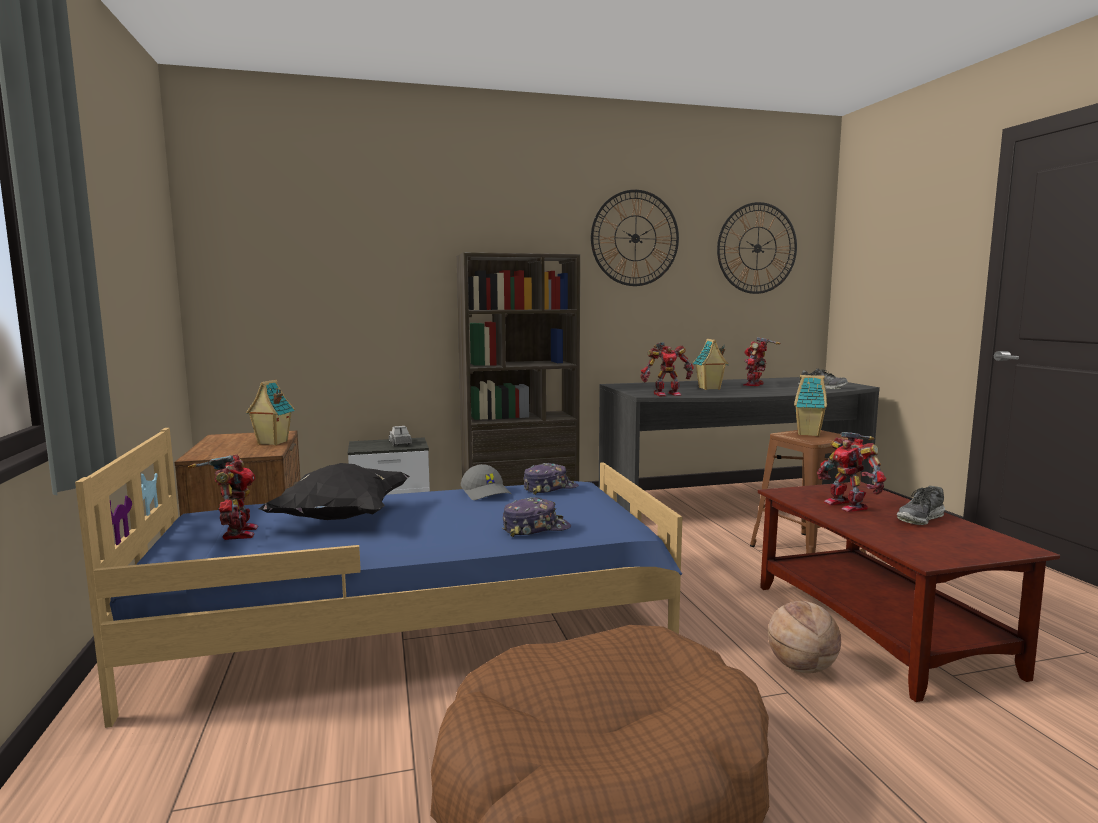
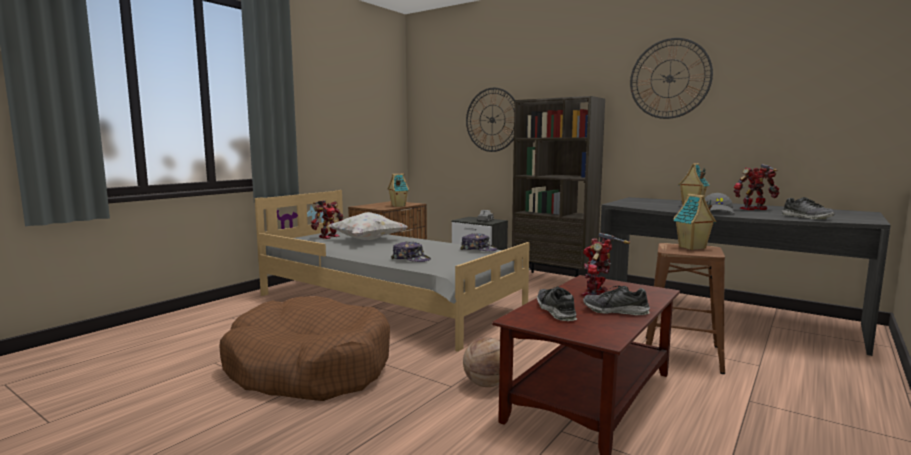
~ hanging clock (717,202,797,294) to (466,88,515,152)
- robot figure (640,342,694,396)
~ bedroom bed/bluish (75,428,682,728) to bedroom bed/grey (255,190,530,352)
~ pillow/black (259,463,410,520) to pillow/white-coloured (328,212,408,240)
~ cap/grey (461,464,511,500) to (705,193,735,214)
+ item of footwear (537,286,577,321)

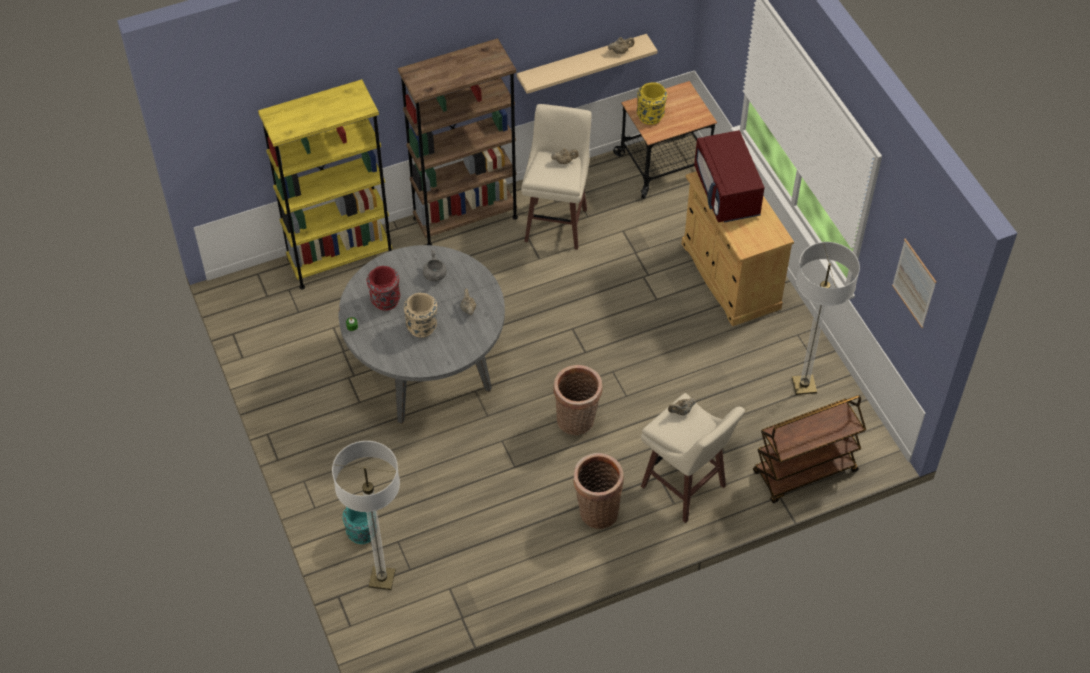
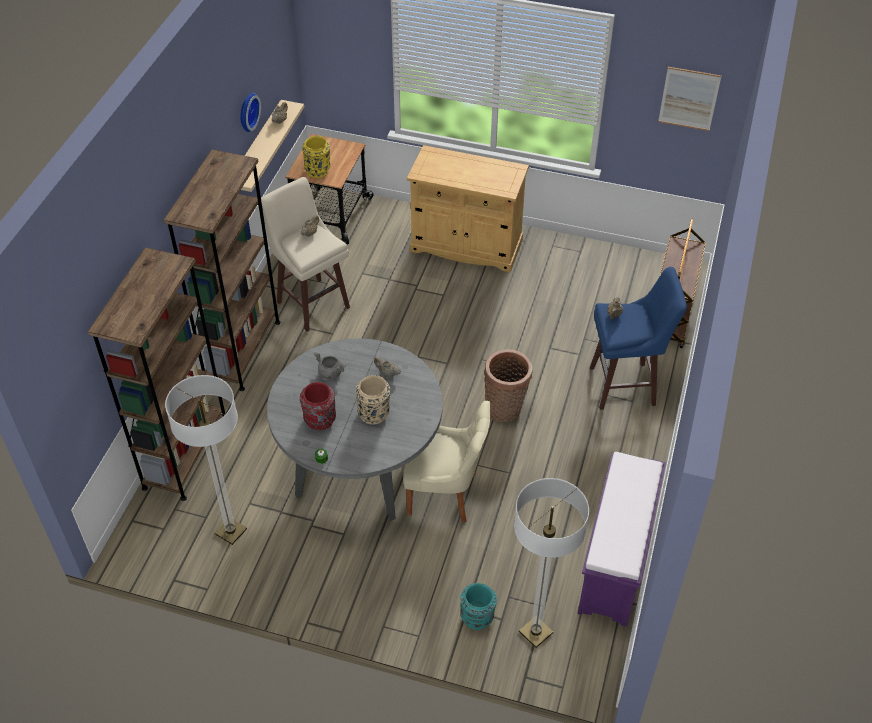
~ bookshelf/yellowish (258,79,393,290) to bookshelf/brown-coloured (88,247,225,501)
- kitchen microwave/red (694,130,765,223)
~ standing lamp (792,242,860,395) to (165,375,247,545)
~ stool/sand-coloured (641,393,745,523) to stool/bluish (590,267,687,410)
- basket (573,453,624,529)
+ hanging clock (241,93,261,132)
+ plain chair/sand-coloured (403,401,490,523)
+ indoor bench/purple (578,452,666,627)

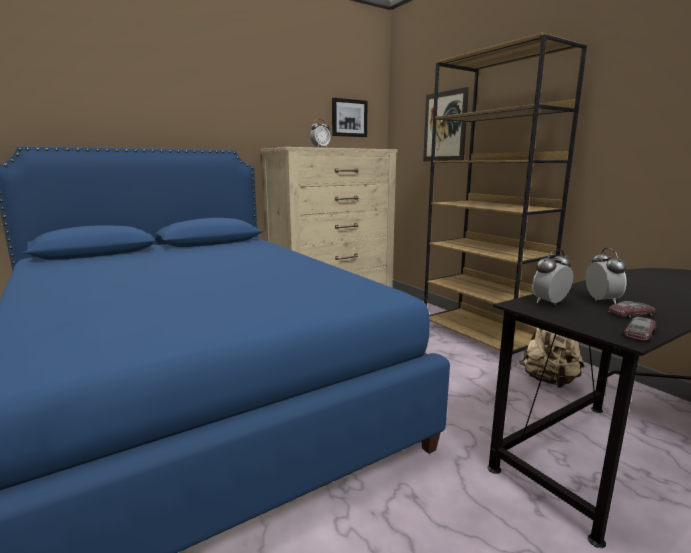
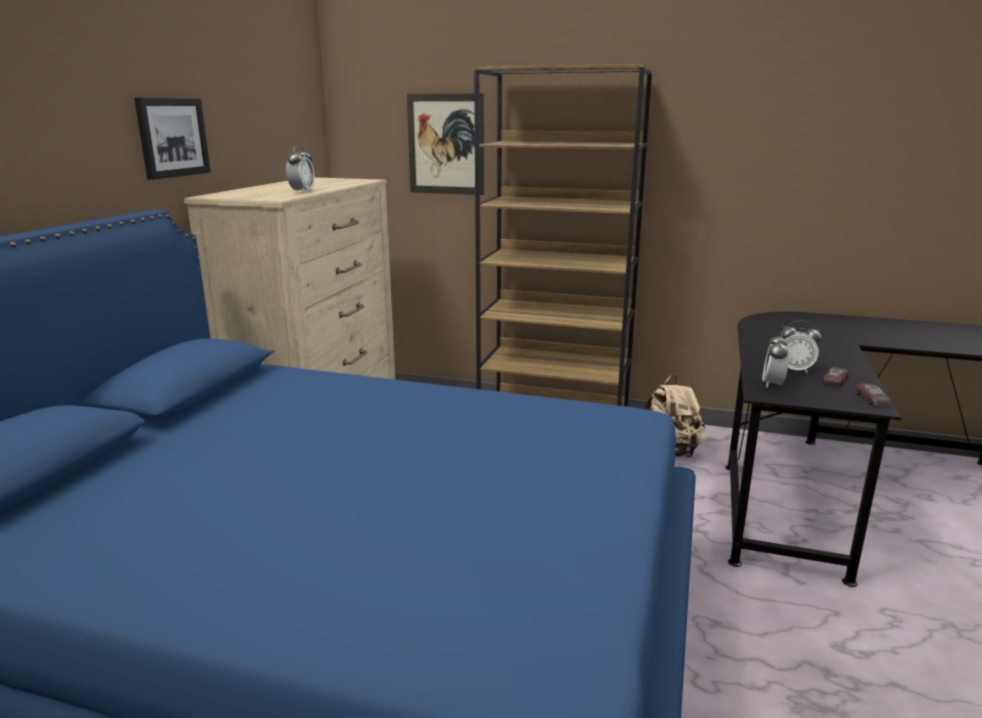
~ picture (332,98,368,137) to (134,98,211,180)
~ bedside clock (586,248,627,304) = (780,321,822,373) 150 degrees clockwise

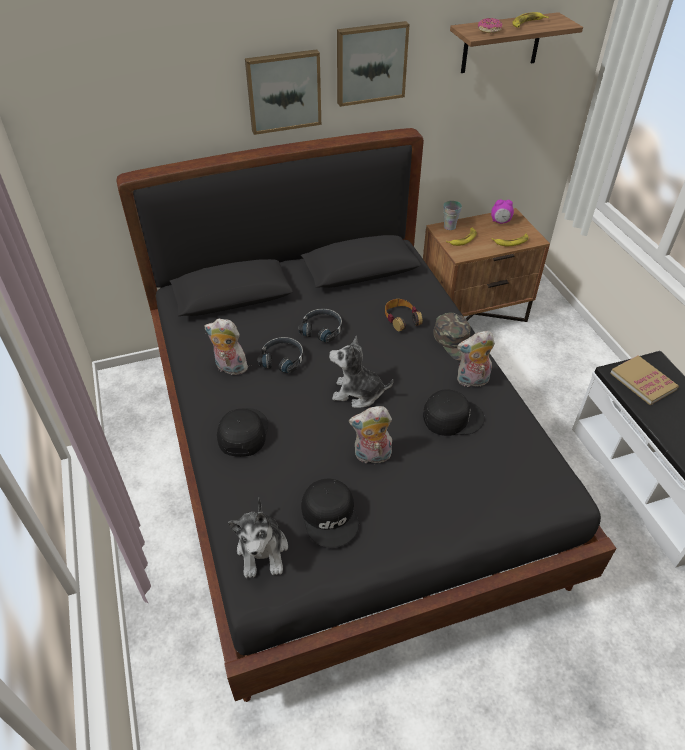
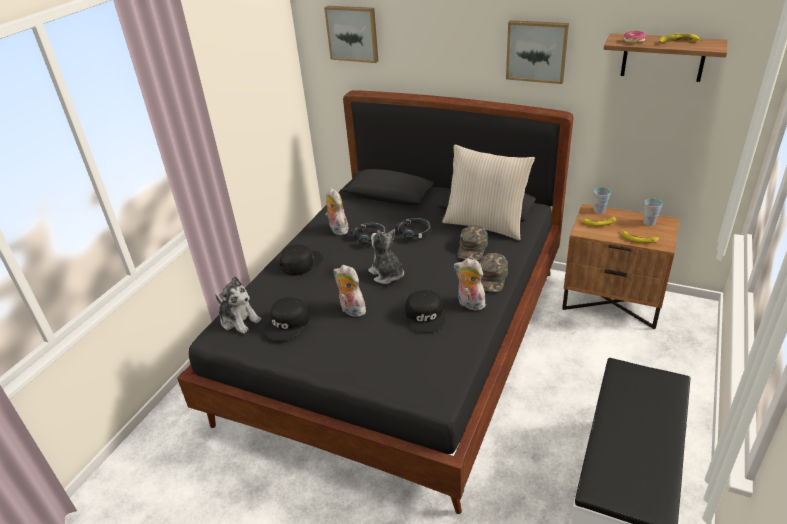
~ picture (245,49,321,135) to (324,6,378,63)
~ bedside clock (491,200,514,224) to small cup (643,198,663,226)
~ headphones (385,299,423,331) to cap/green-coloured (457,225,488,260)
- book (610,355,679,405)
~ cap/black (423,389,485,436) = (405,290,446,333) 45 degrees clockwise
~ cuddly toy (228,497,288,578) = (215,276,261,334) 90 degrees counterclockwise
+ pillow/sand-coloured (442,144,535,240)

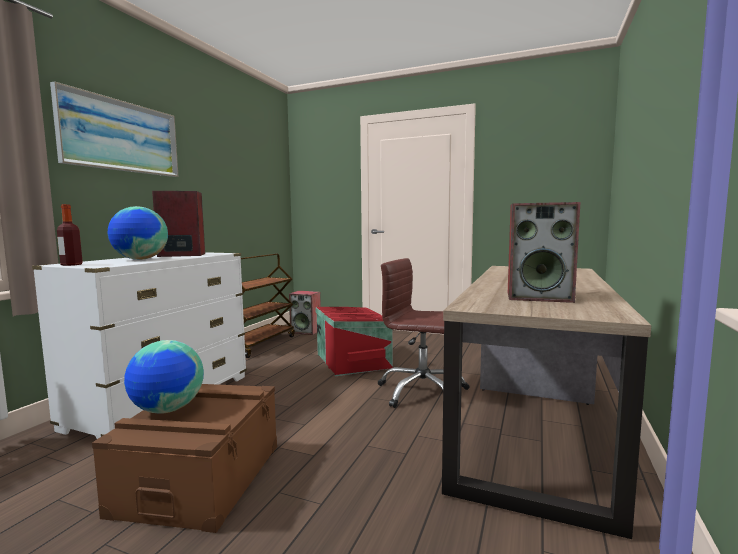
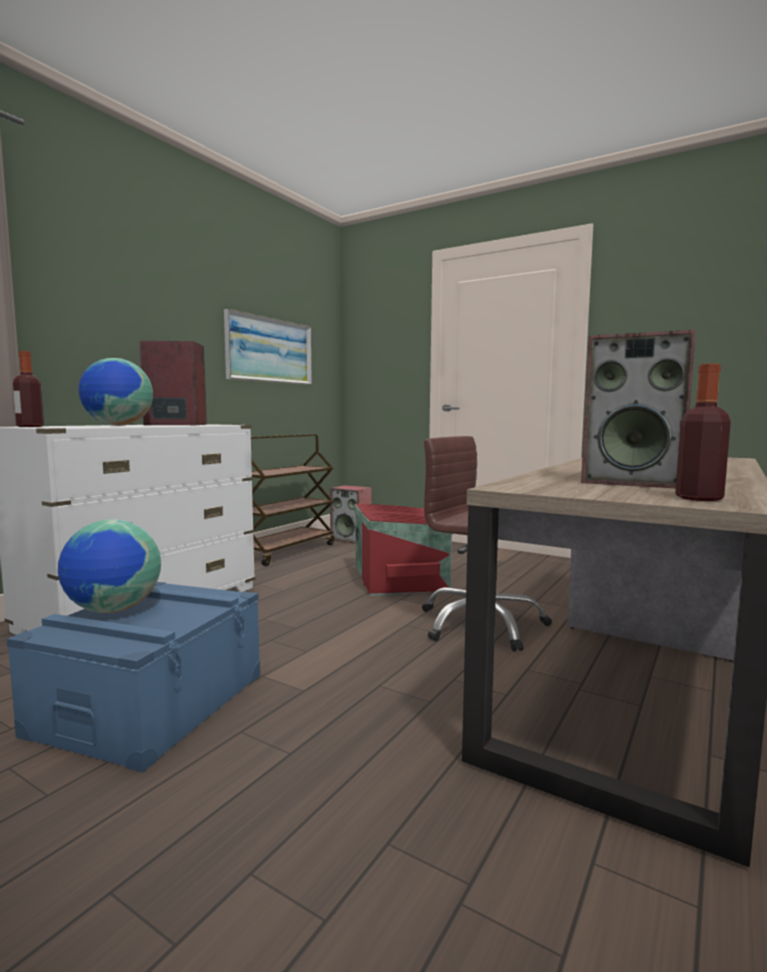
~ picture (50,81,179,177) to (224,309,312,385)
~ storage bin/brown-coloured (92,384,277,533) to storage bin/bluish (6,582,260,772)
+ bottle (675,363,731,501)

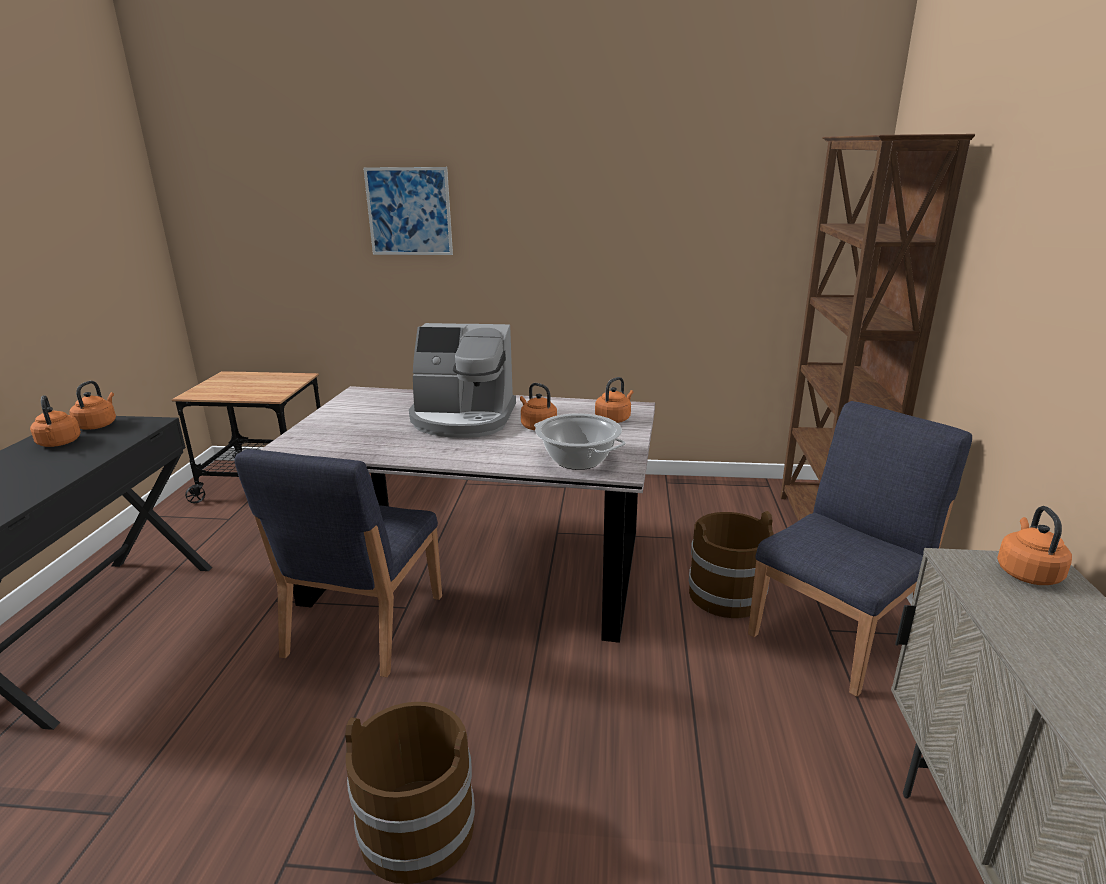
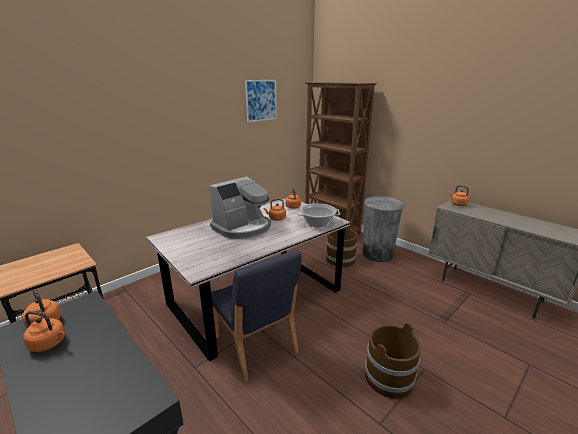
~ picture (363,167,453,255) to (245,80,277,122)
~ plain chair/bluish (748,401,972,697) to waste bin/grey (363,196,404,262)

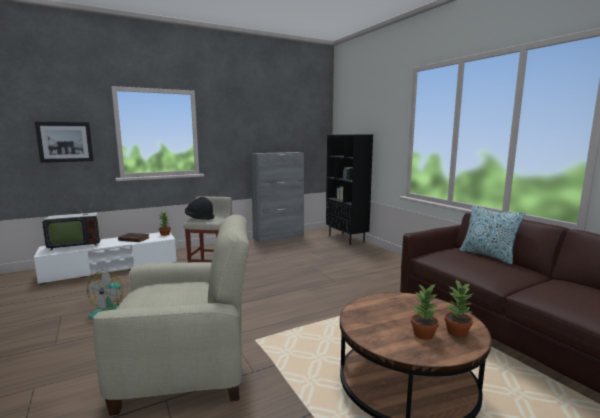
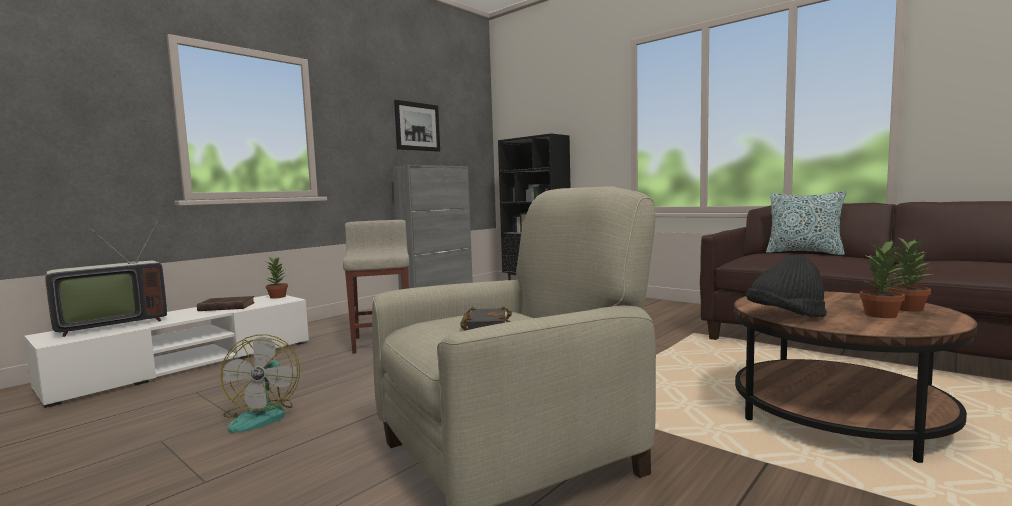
~ picture (35,122,93,163) to (394,100,440,152)
~ clothing hat/black (185,197,214,220) to (746,254,827,317)
+ book/black (460,306,512,331)

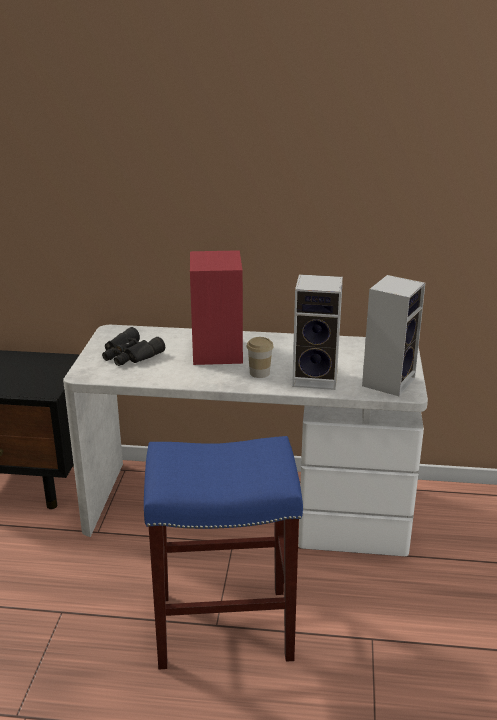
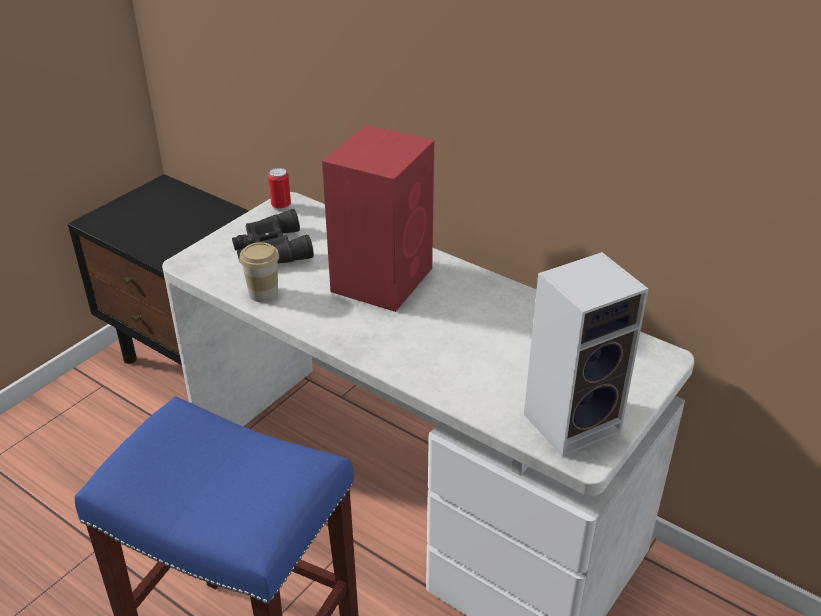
- speaker (292,274,343,390)
~ small cup (247,337,274,378) to (239,242,279,302)
+ can (268,168,291,211)

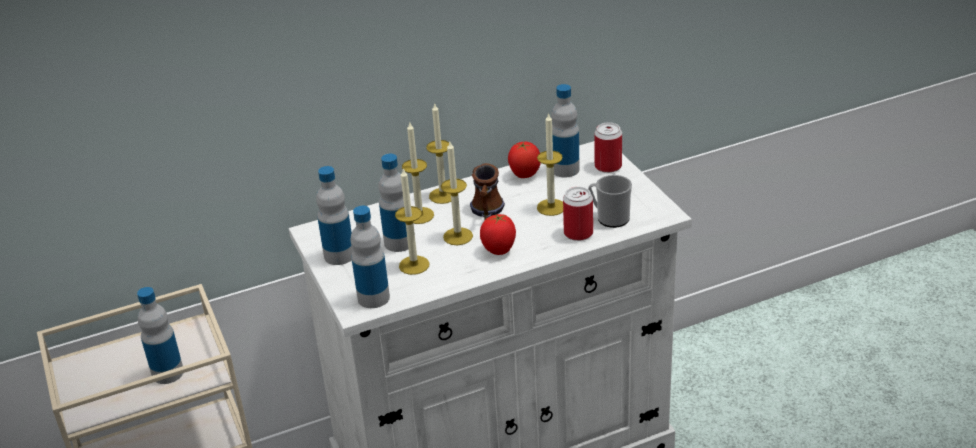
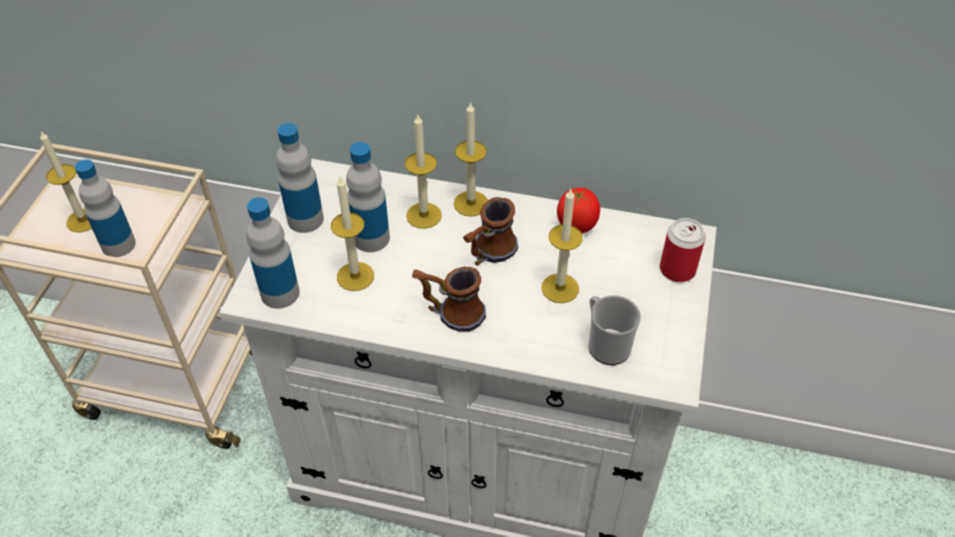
- bottle (551,84,580,177)
~ wax candle (441,142,473,245) to (40,130,92,232)
- can (563,187,593,241)
~ whole tomato (480,214,516,255) to mug (412,267,486,332)

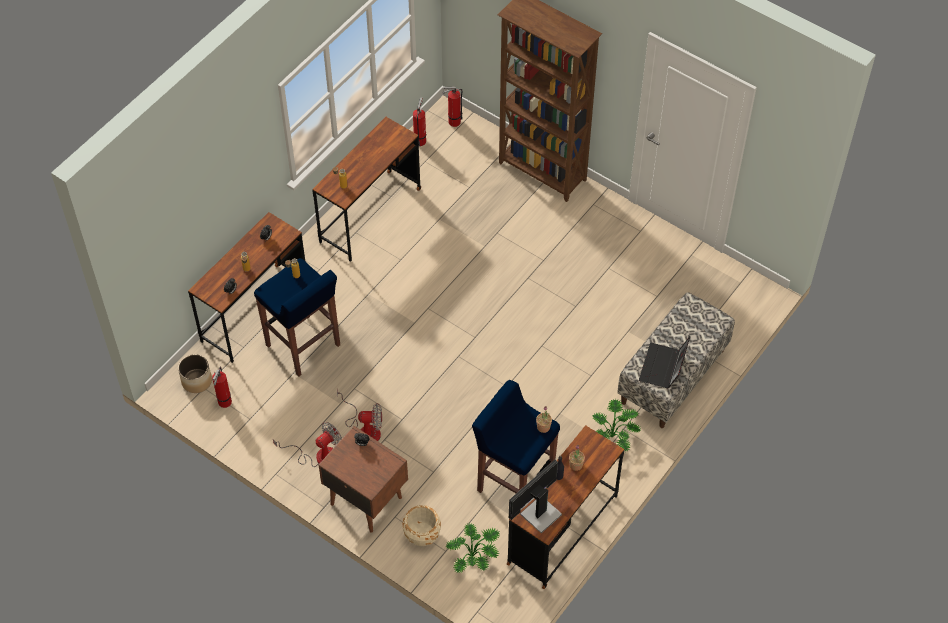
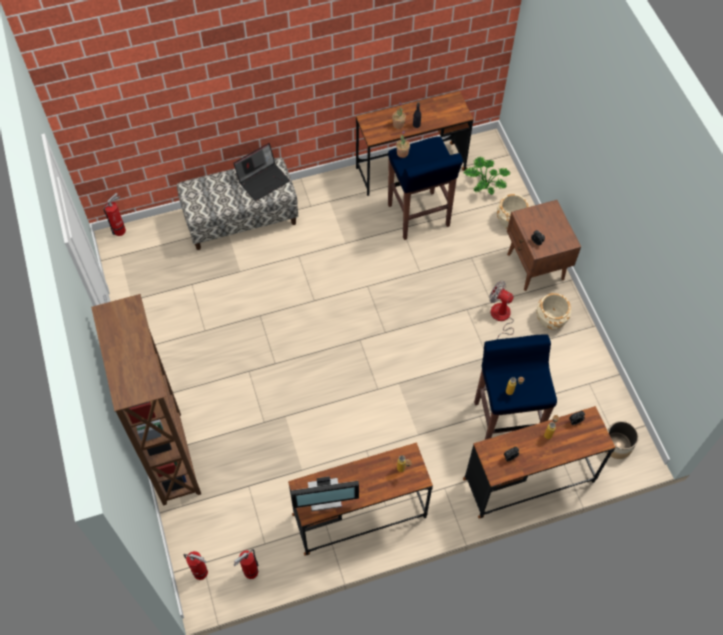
~ fire-fighting cylinder (212,367,232,408) to (103,193,126,236)
- plant in a pot (593,399,640,452)
~ fan (273,422,342,467) to plant pot/sand-coloured (536,293,572,330)
~ monitor (509,460,562,533) to (291,476,359,511)

